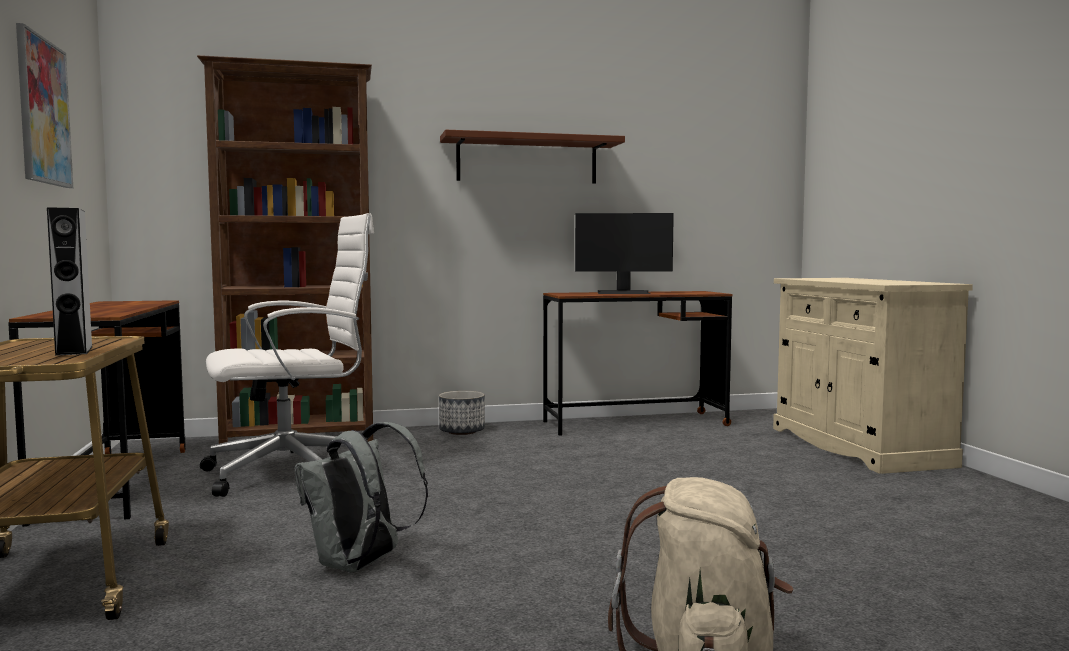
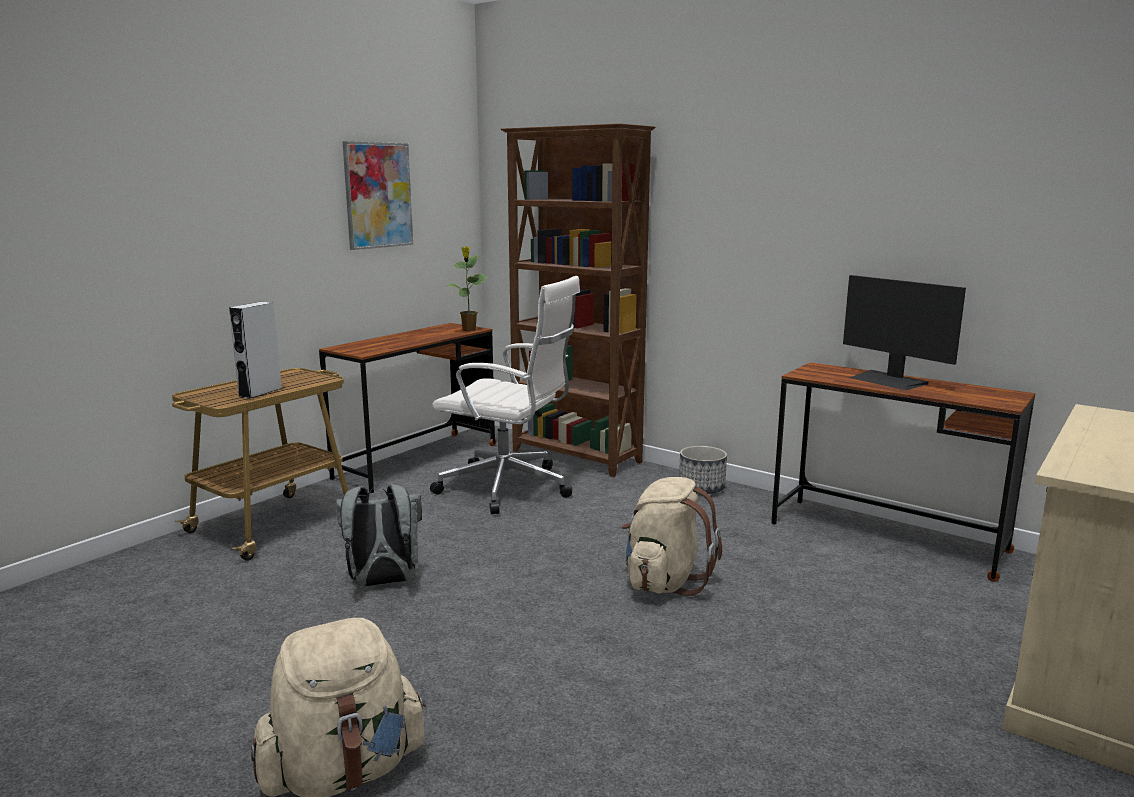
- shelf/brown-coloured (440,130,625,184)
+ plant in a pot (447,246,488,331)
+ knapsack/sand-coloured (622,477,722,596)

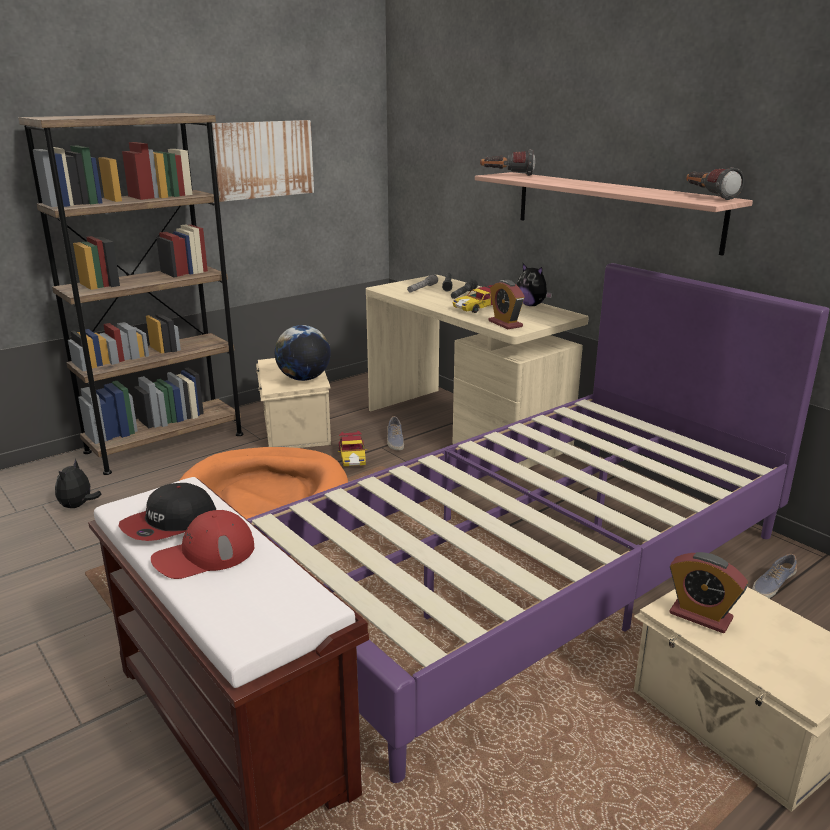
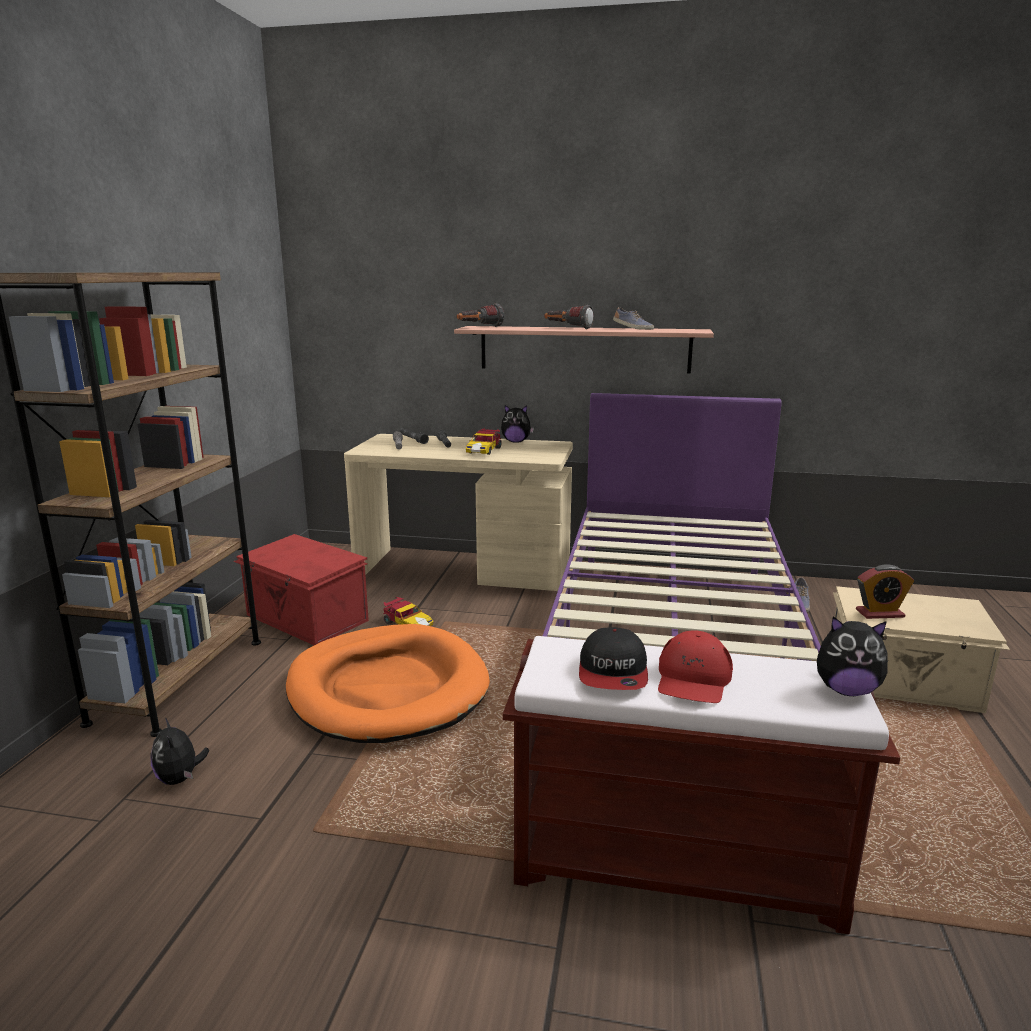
- picture (212,120,314,202)
~ torch (686,167,744,200) to (544,305,594,329)
- bedside clock (489,280,525,329)
- world globe (275,325,331,381)
~ storage bin/sand-coloured (256,358,331,448) to storage bin/red (234,534,369,645)
~ item of footwear (387,416,404,450) to (613,307,654,330)
+ cuddly toy (817,616,888,696)

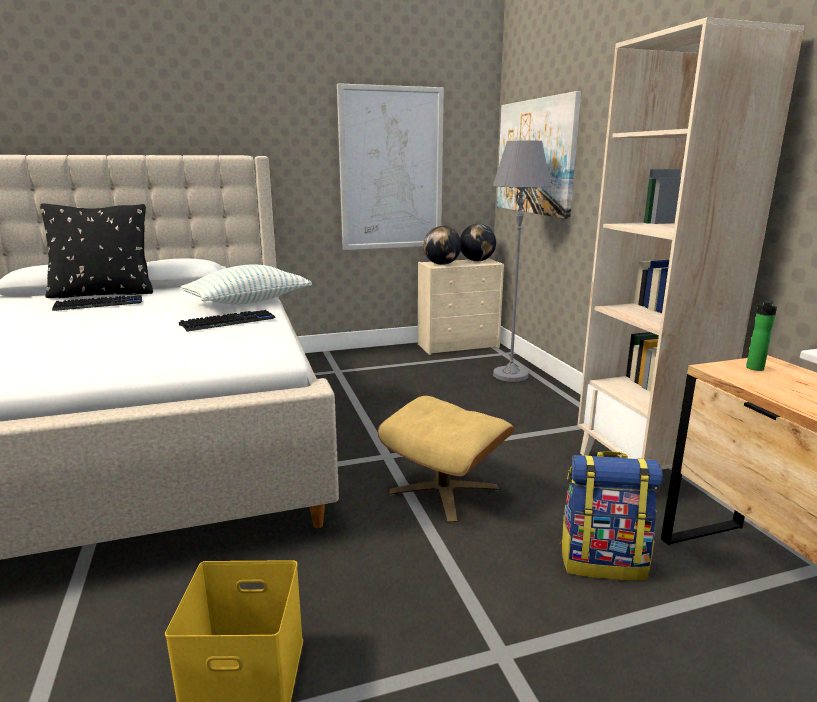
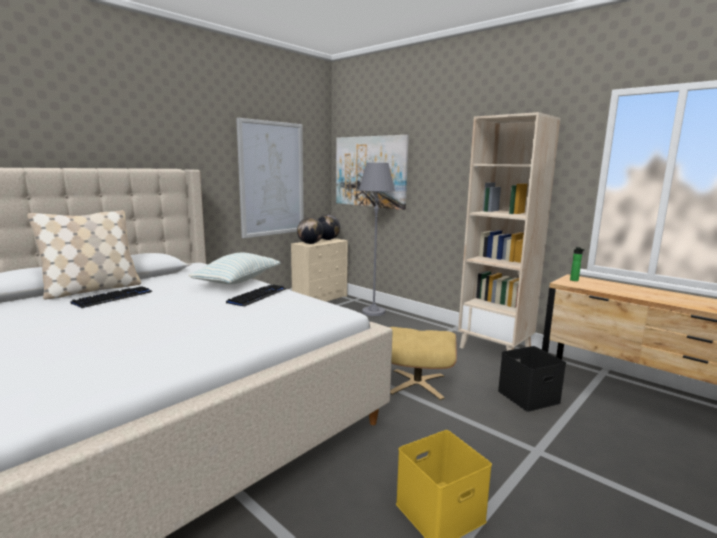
~ pillow/black (40,203,153,298) to pillow/sand-coloured (27,210,141,299)
~ knapsack (560,451,663,580) to storage bin/black (498,346,566,412)

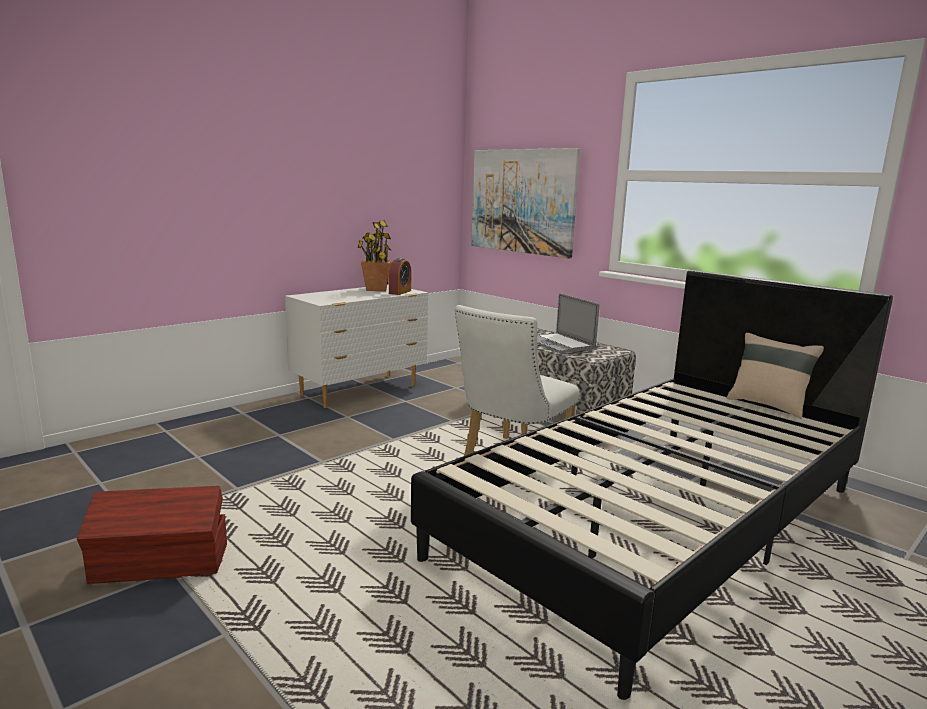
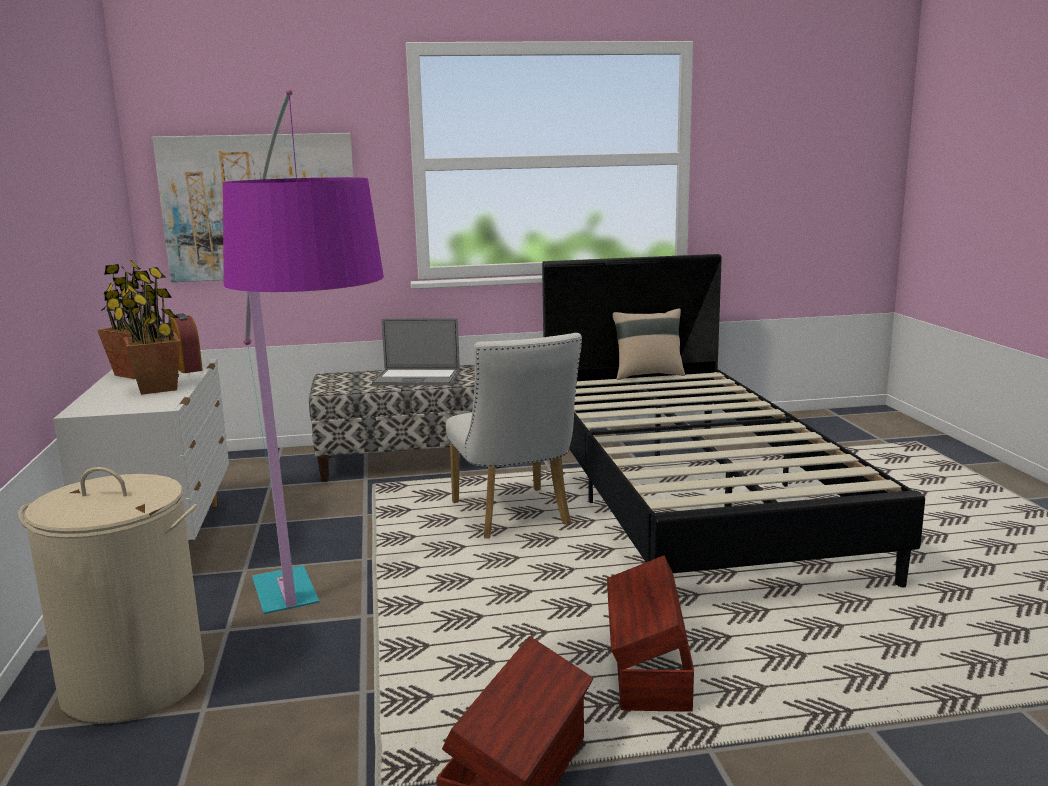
+ standing lamp (223,89,384,614)
+ plant in a pot (113,267,180,395)
+ laundry basket/sand-coloured (18,467,204,724)
+ storage bin/brown-coloured (607,556,694,712)

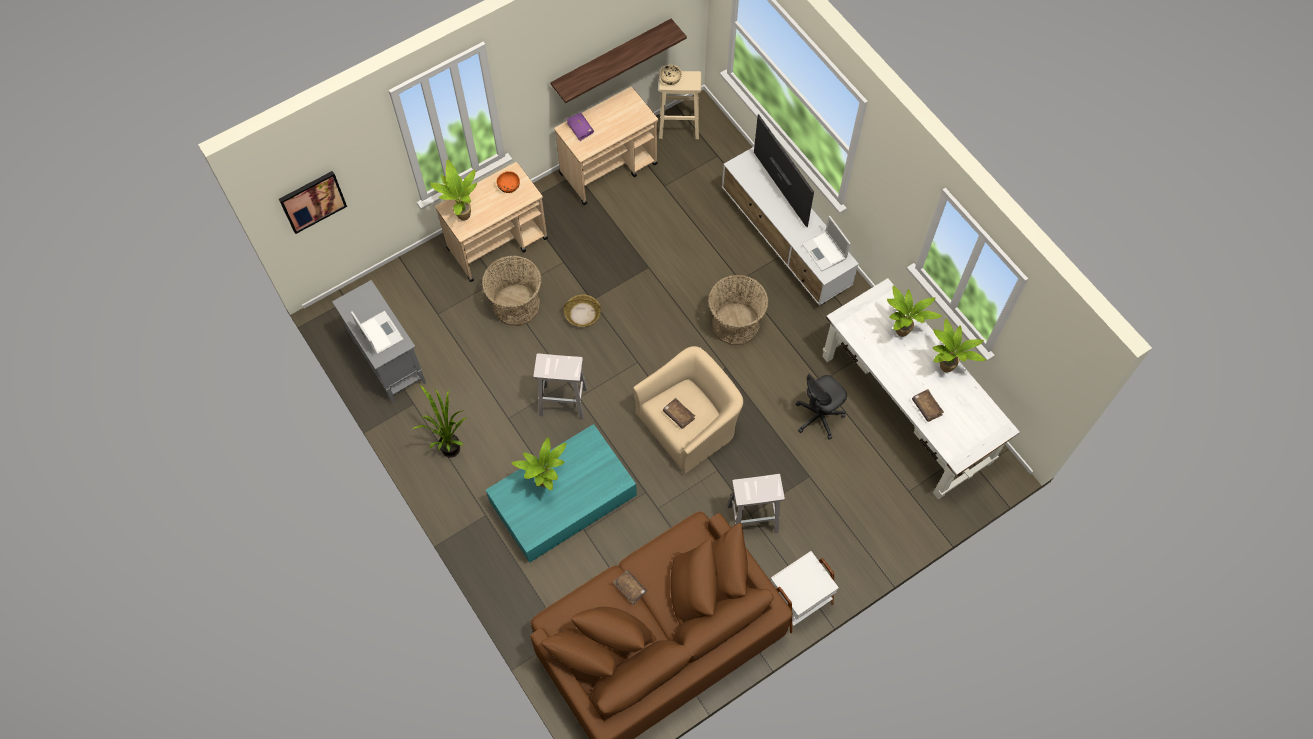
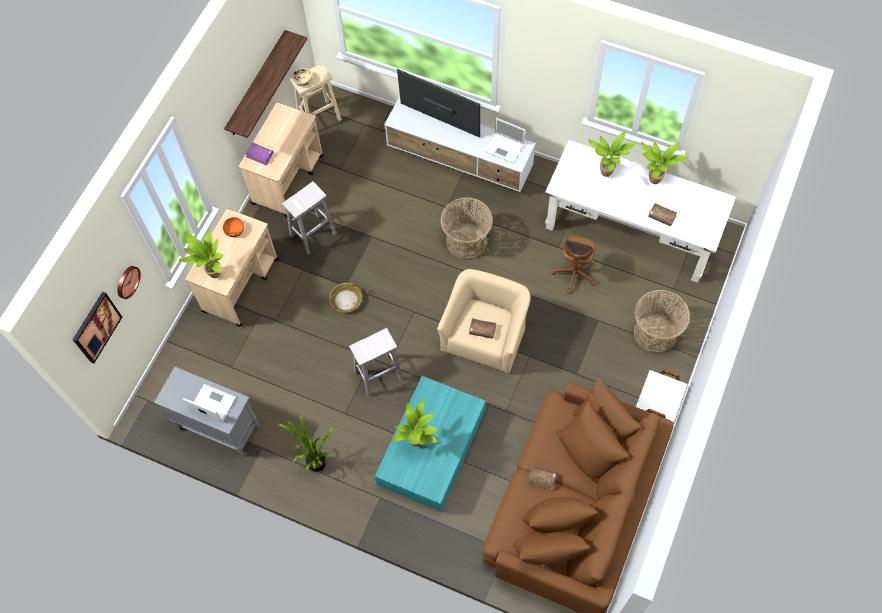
~ basket (482,256,542,326) to (634,290,690,353)
~ office chair/grey (796,373,847,440) to office chair/brown-coloured (552,235,596,293)
~ stool/white-coloured (727,474,785,533) to (282,181,337,255)
+ hanging clock (117,266,141,299)

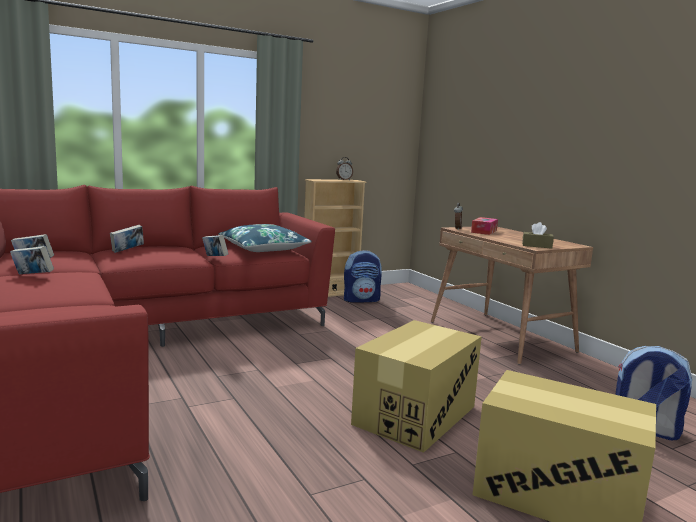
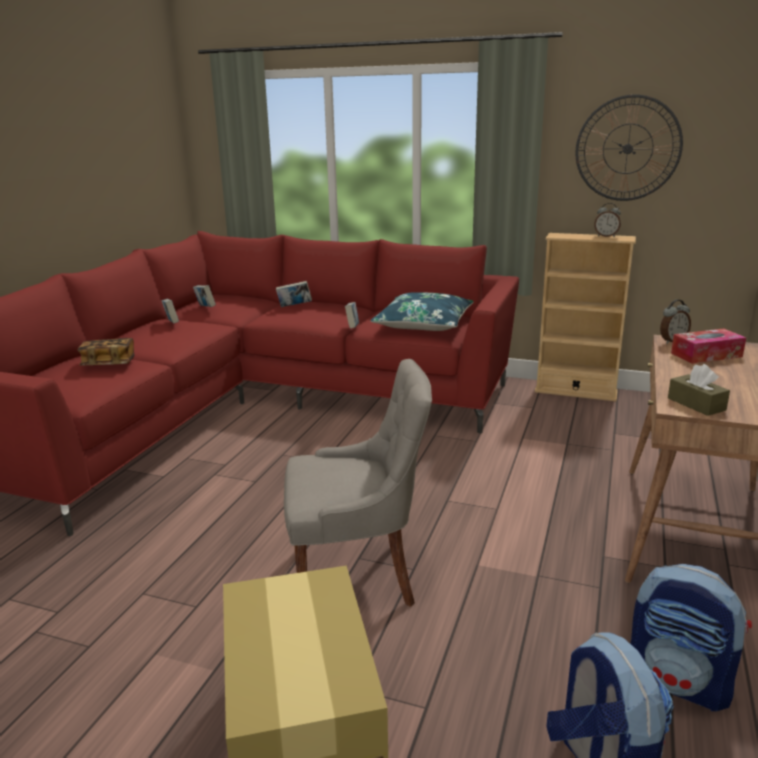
~ knapsack (344,250,382,302) to (630,564,752,711)
~ packing box (351,320,482,453) to plain chair/grey (284,359,432,607)
+ hanging clock (576,94,683,201)
+ book (77,338,135,365)

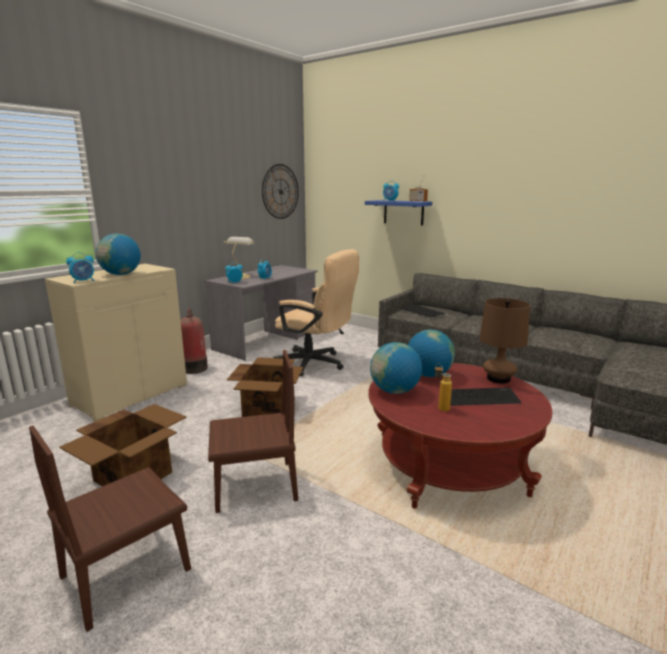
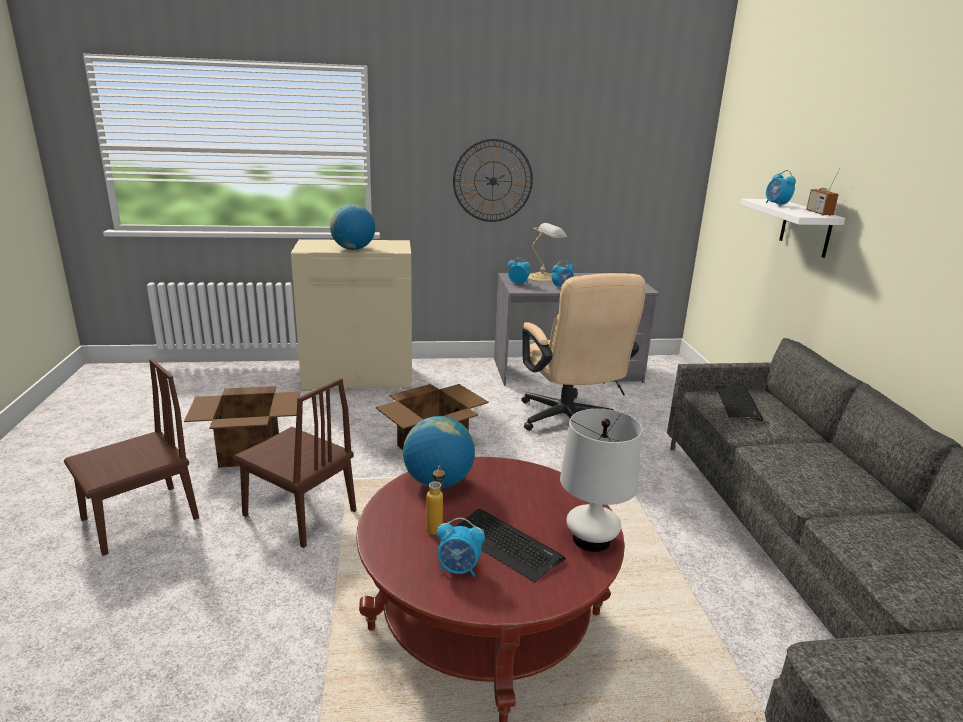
~ hanging clock (262,164,299,219) to (453,139,533,222)
~ shelf/bluish (365,200,432,226) to shelf/white-coloured (740,199,845,258)
~ bedside clock (66,252,94,283) to (437,518,485,577)
~ tabletop lamp/brown-coloured (479,298,530,384) to tabletop lamp/white-coloured (560,409,642,552)
- fire-fighting cylinder (181,308,208,374)
- world globe (408,330,455,377)
~ plain chair/brown-coloured (29,426,191,632) = (64,359,199,556) 135 degrees clockwise

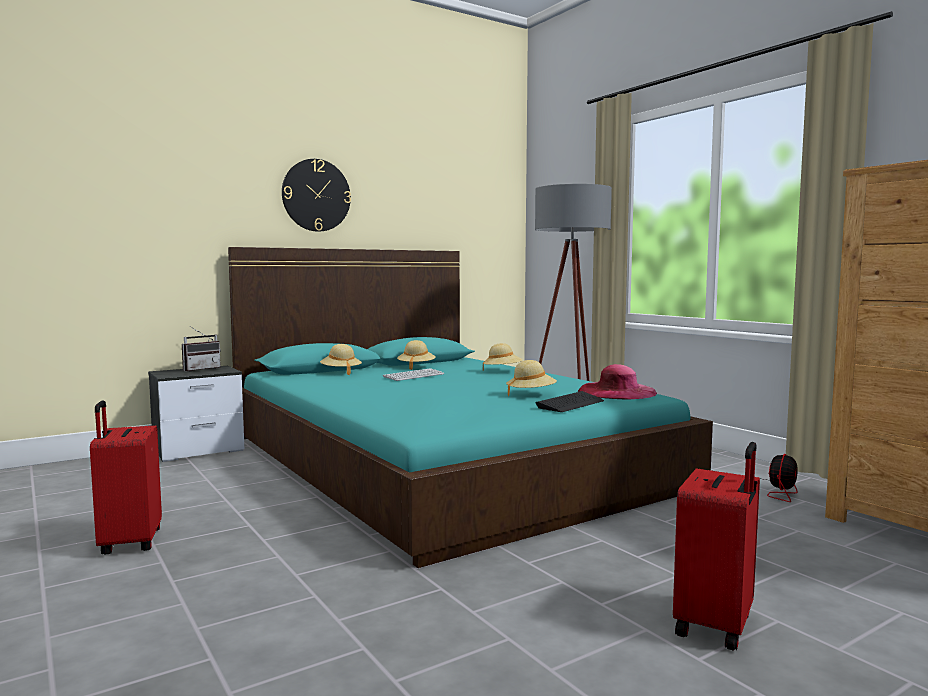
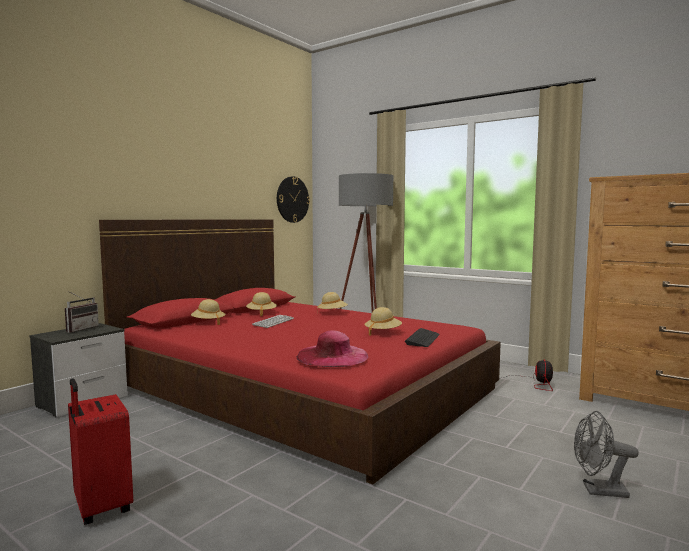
~ hanging clock (282,159,351,232) to (277,176,310,223)
~ bedroom bed/turquoise (228,247,713,568) to bedroom bed/red (99,220,501,485)
~ clothing hat/pinkish (578,364,657,399) to (297,330,368,367)
~ suitcase/red (673,442,760,651) to fan/grey (574,411,639,498)

